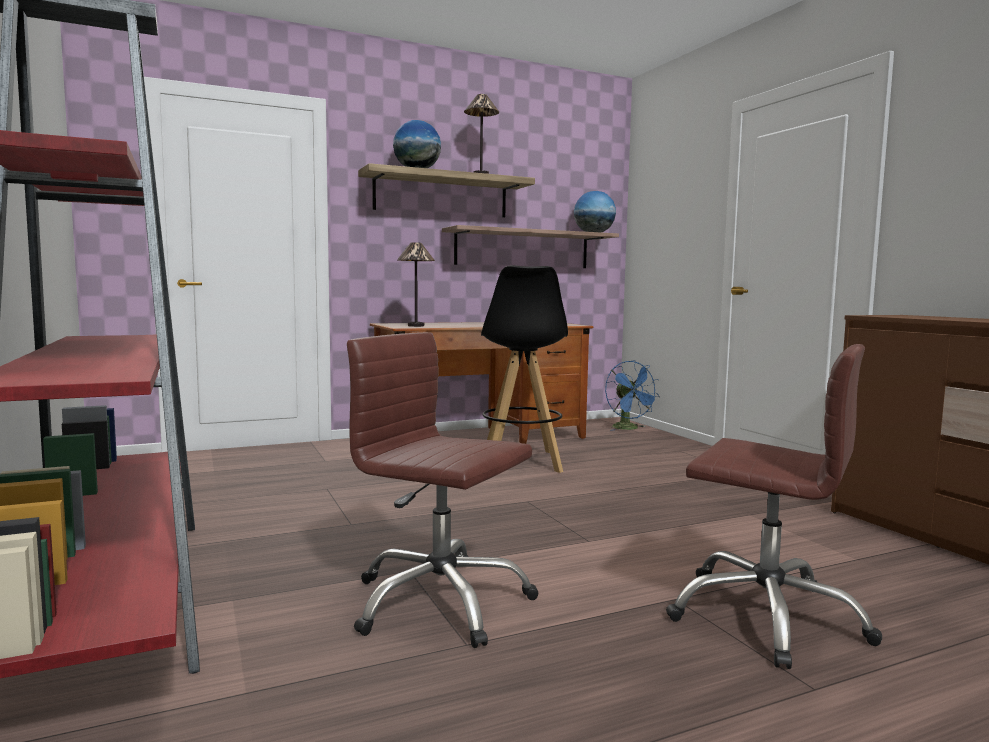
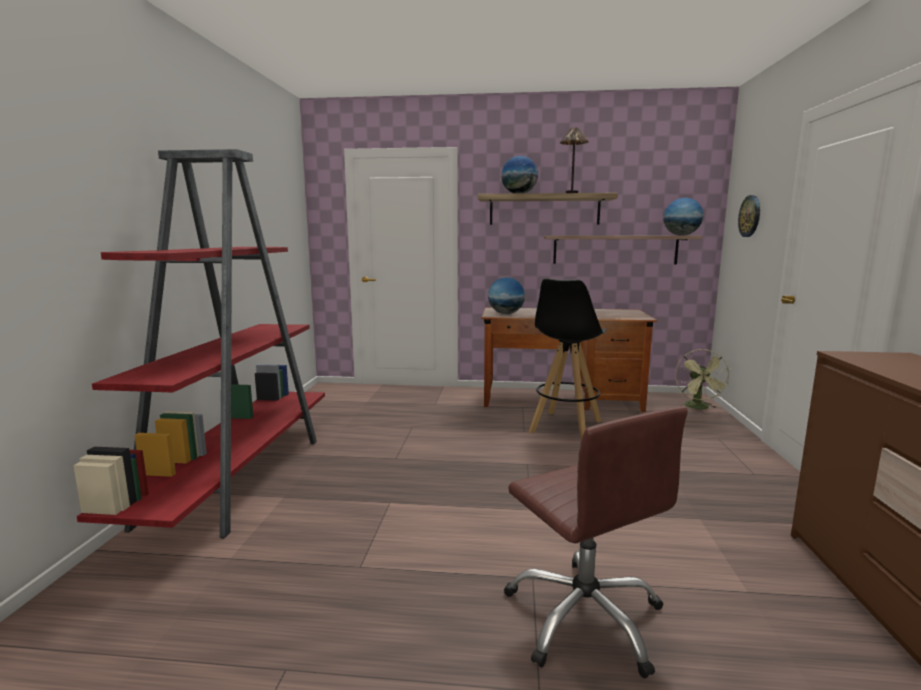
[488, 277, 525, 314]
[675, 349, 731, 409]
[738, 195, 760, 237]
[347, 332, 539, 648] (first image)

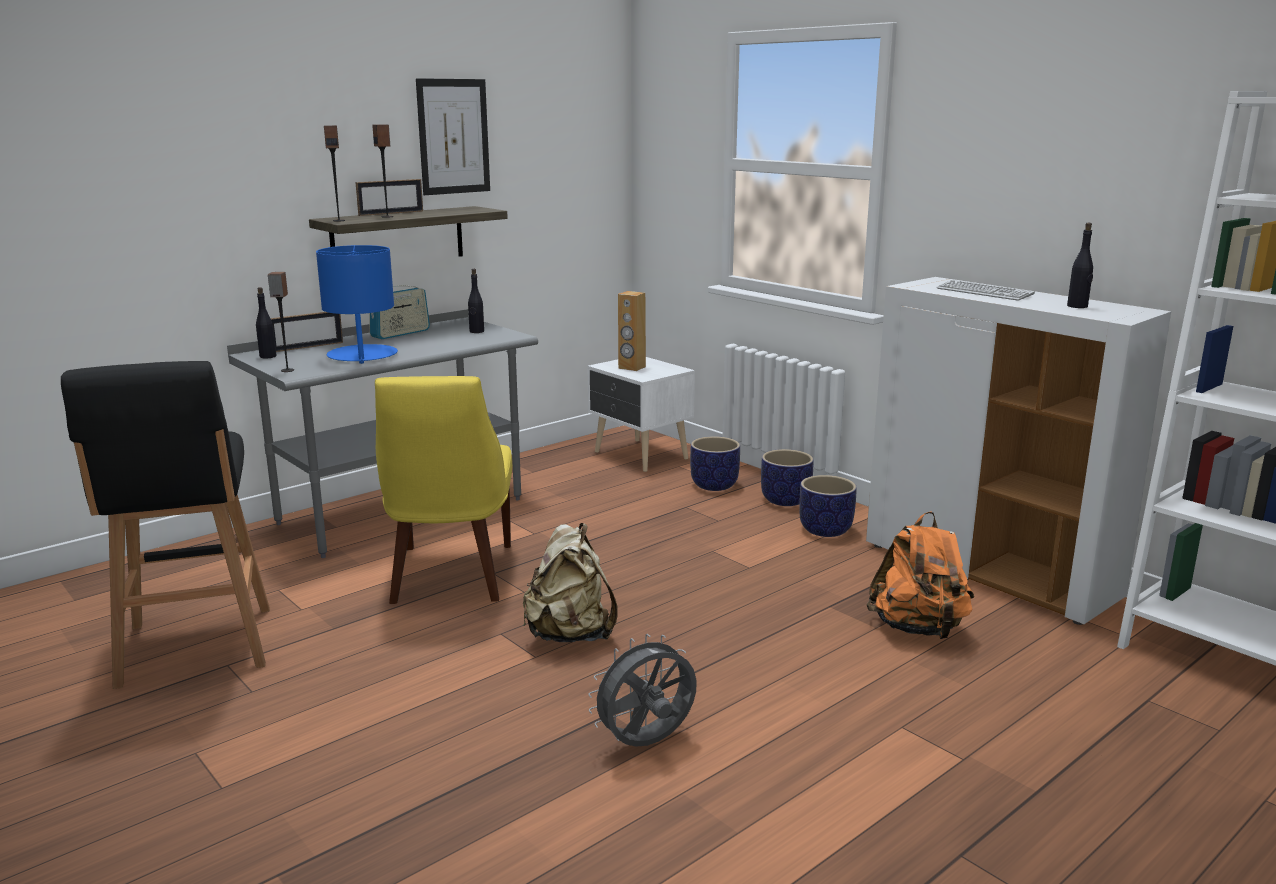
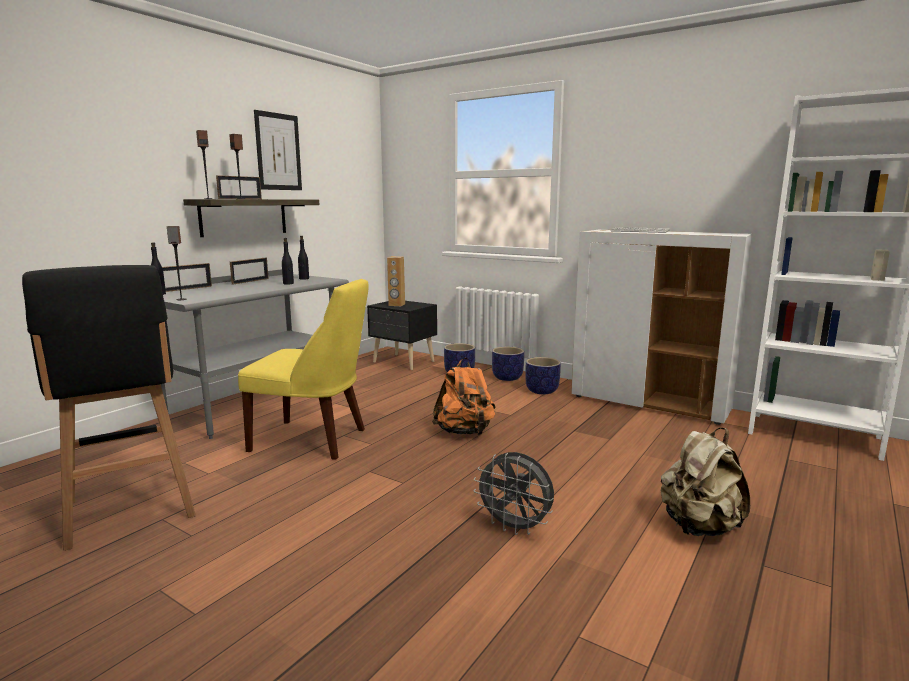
[230, 258, 269, 285]
[238, 279, 369, 460]
[282, 238, 294, 285]
[367, 301, 437, 370]
[432, 358, 496, 435]
[474, 452, 554, 535]
[661, 428, 750, 536]
[316, 245, 398, 364] (first image)

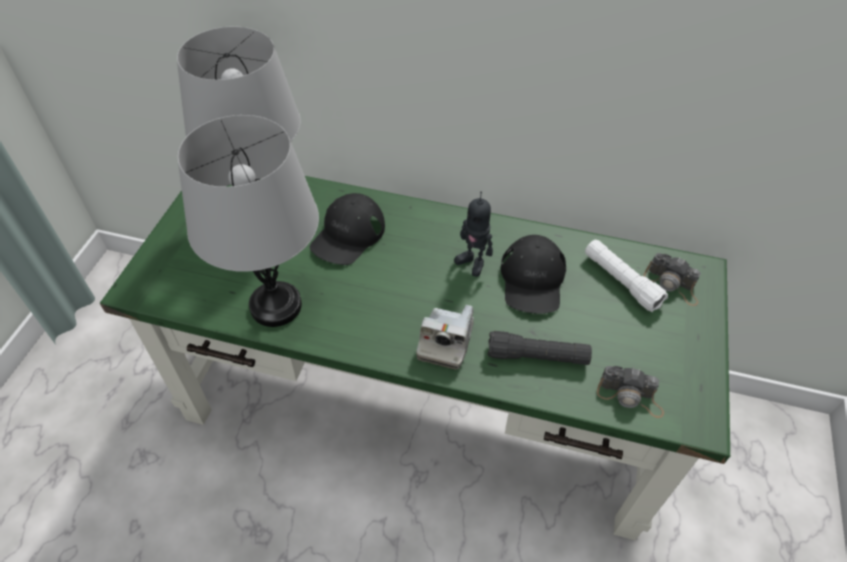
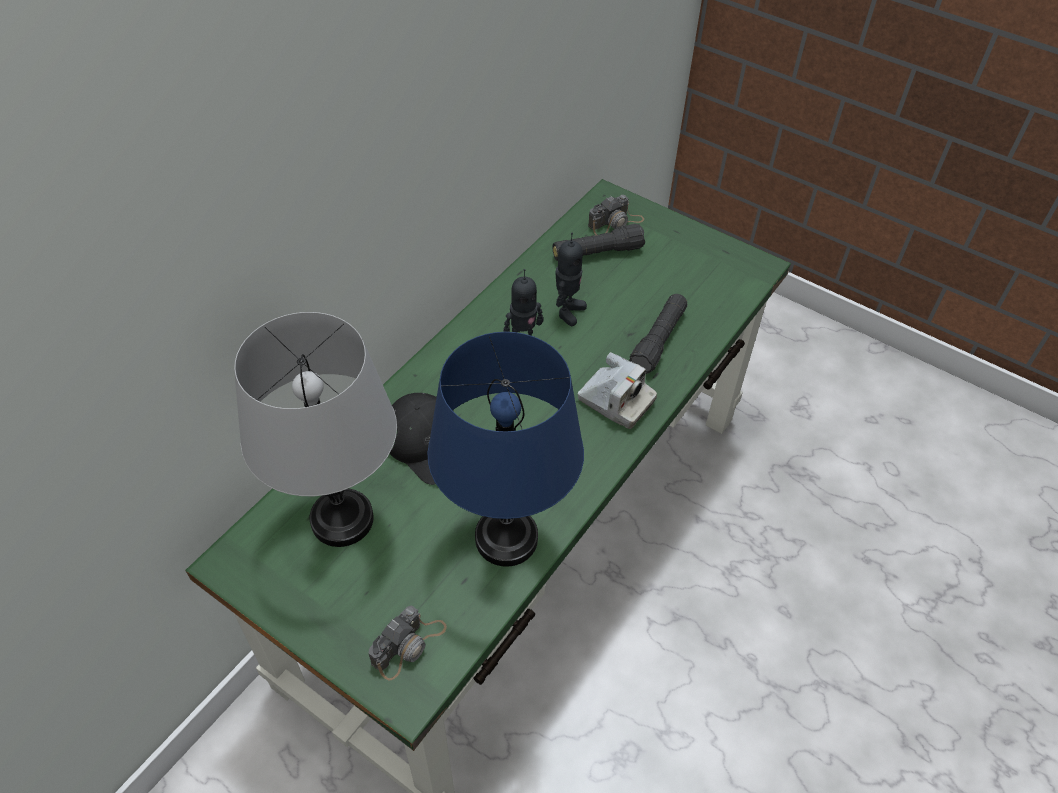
[368, 605, 447, 680]
[428, 332, 584, 567]
[552, 224, 645, 261]
[556, 233, 587, 326]

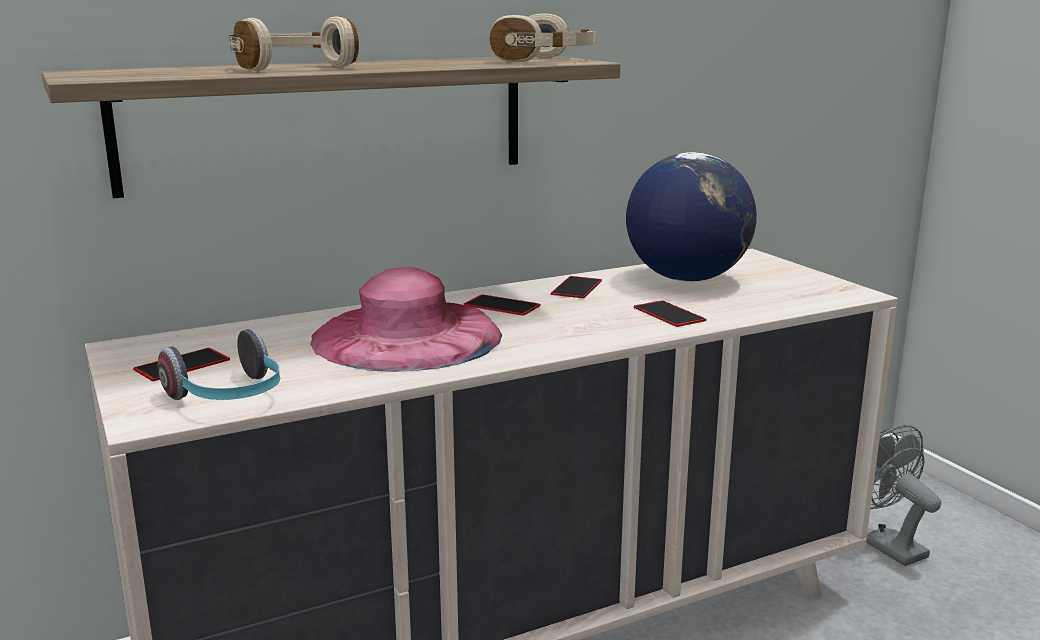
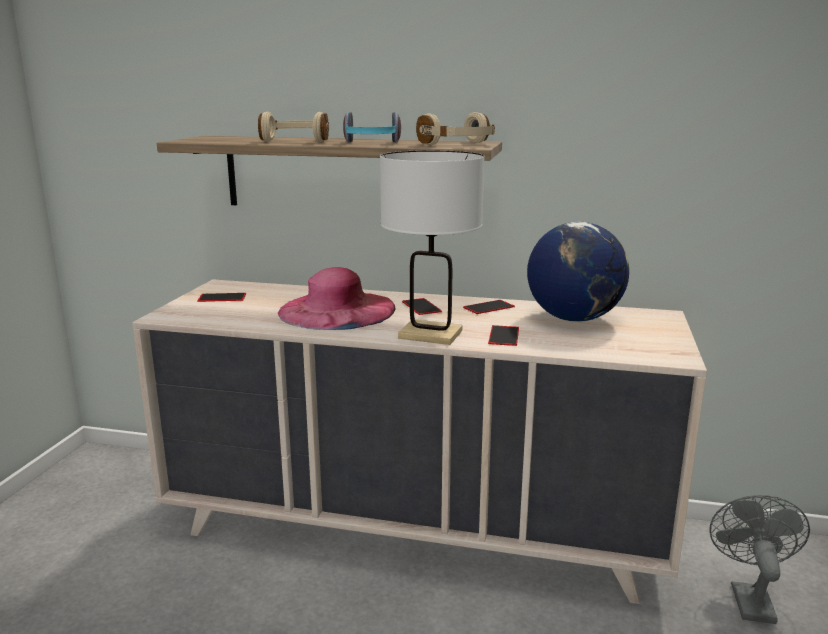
[343, 112, 401, 143]
[380, 150, 485, 345]

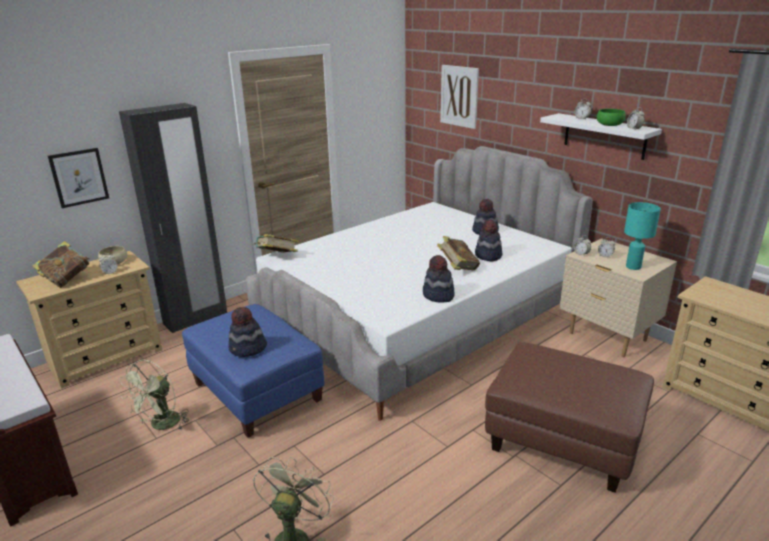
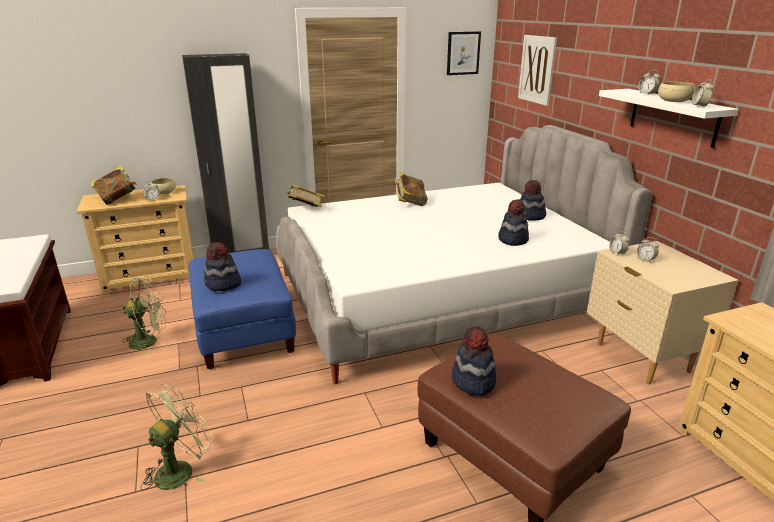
[122, 276, 166, 354]
[395, 172, 427, 206]
[447, 31, 481, 75]
[452, 326, 496, 396]
[658, 82, 695, 102]
[624, 202, 661, 270] (first image)

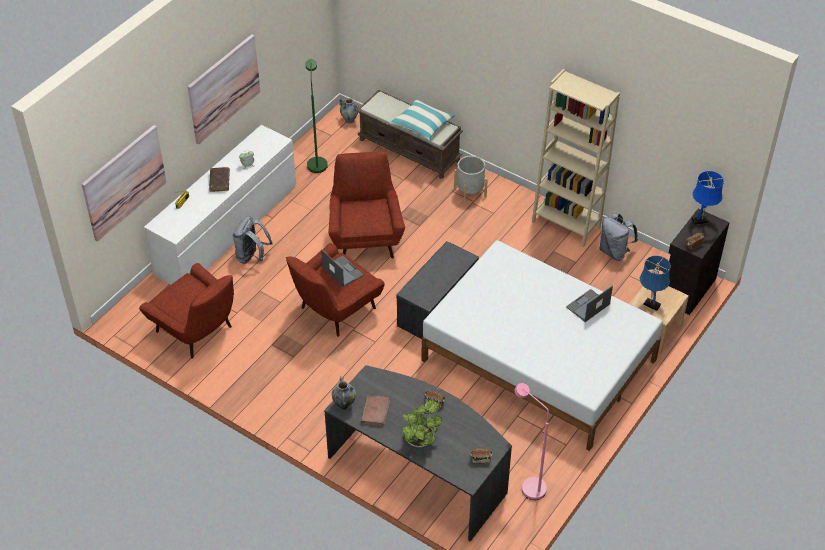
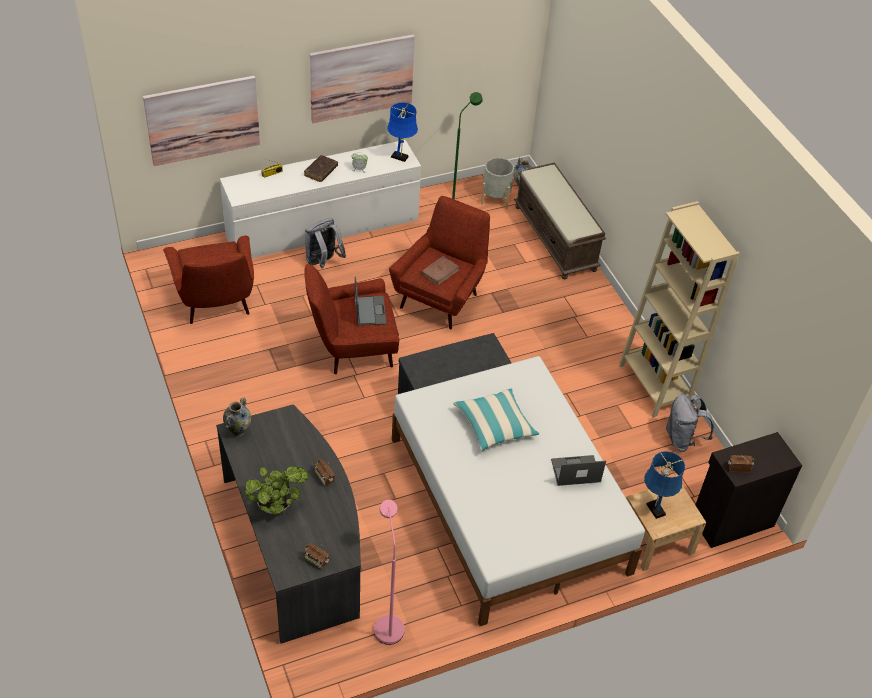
[387, 102, 418, 162]
[421, 256, 459, 286]
[453, 388, 539, 451]
[481, 157, 514, 209]

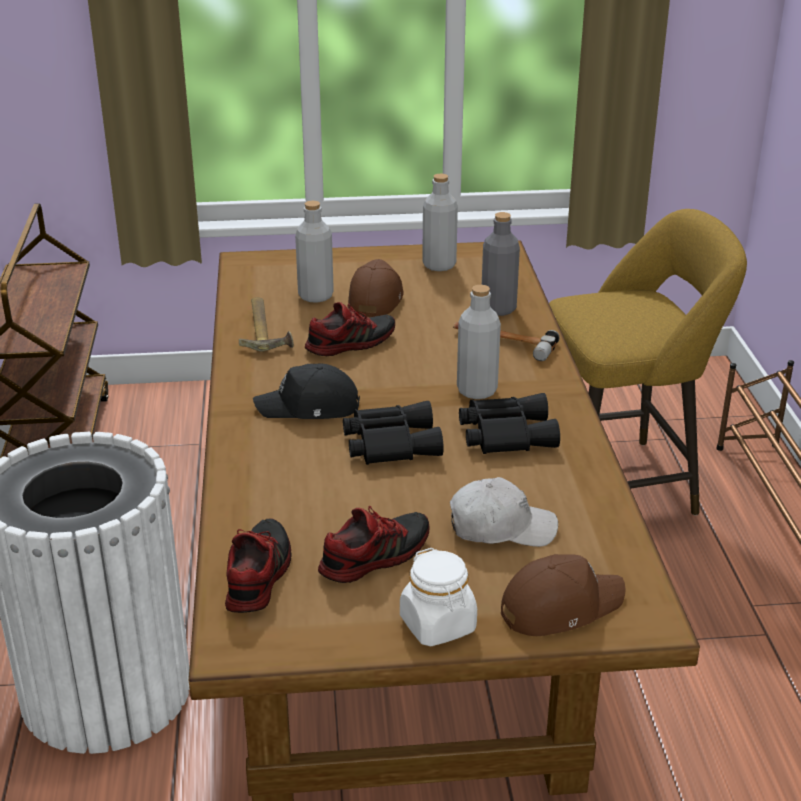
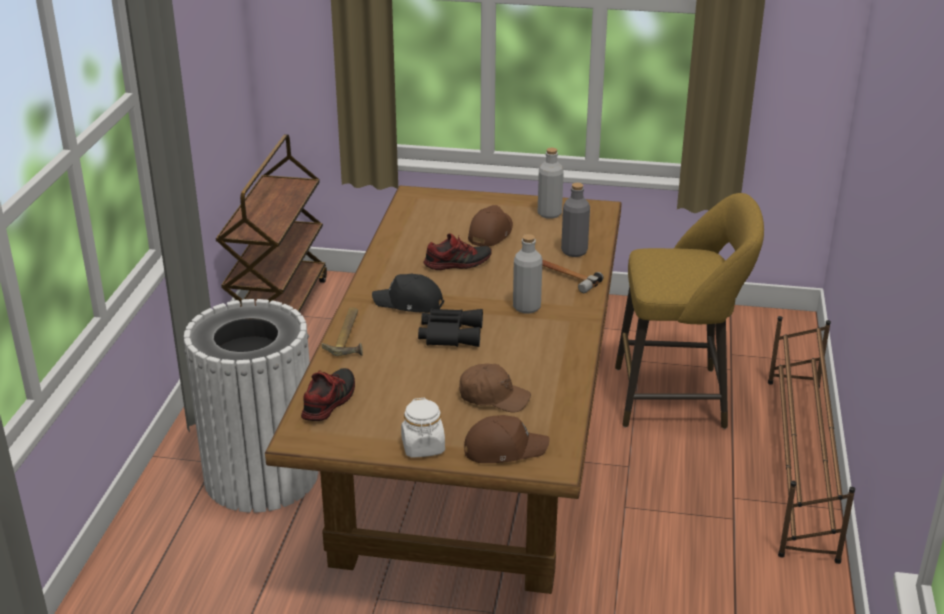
[322, 308, 363, 356]
[459, 363, 531, 413]
[295, 201, 334, 303] (first image)
[318, 506, 430, 583] (first image)
[459, 393, 560, 454] (first image)

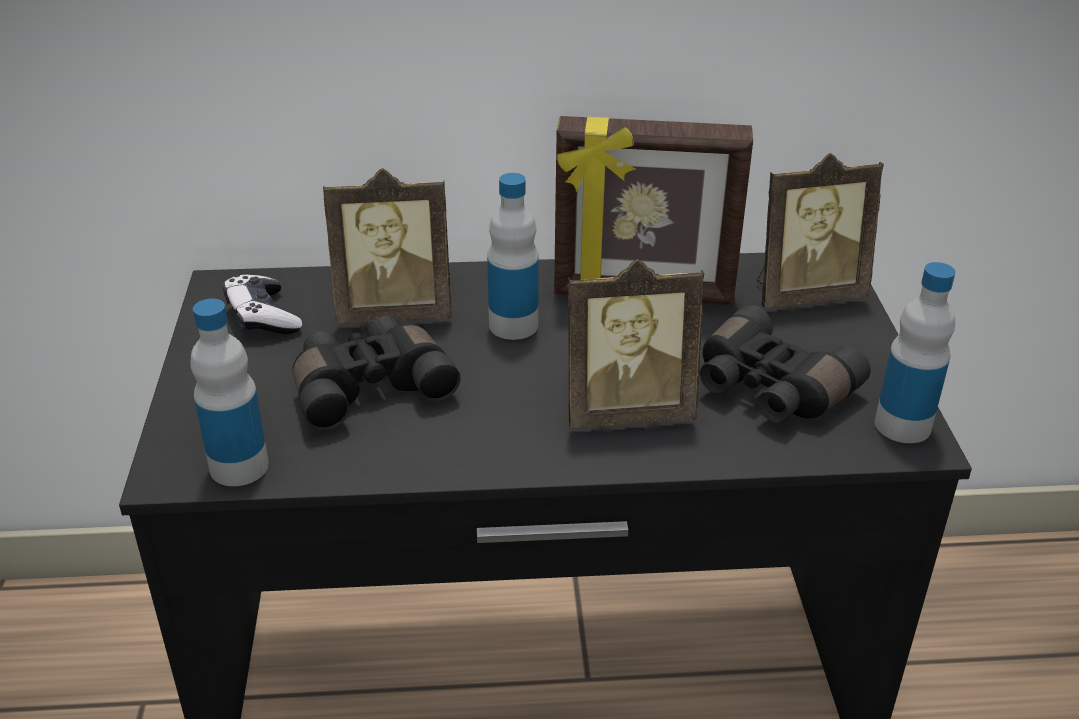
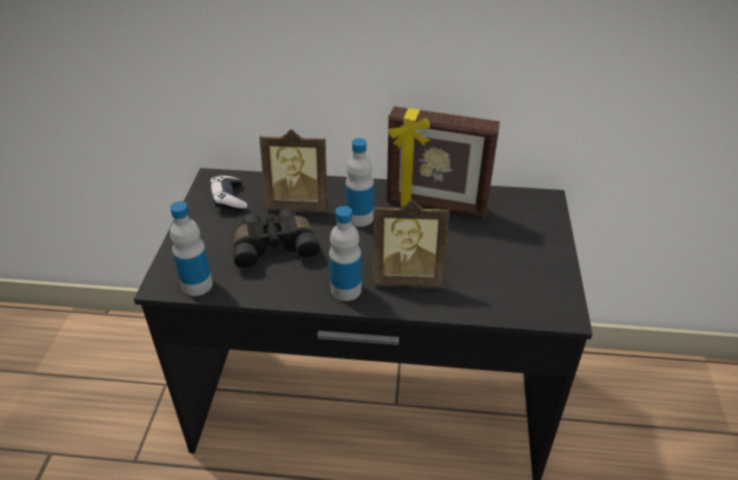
[329, 206, 361, 301]
[700, 305, 871, 423] (first image)
[757, 153, 884, 308] (first image)

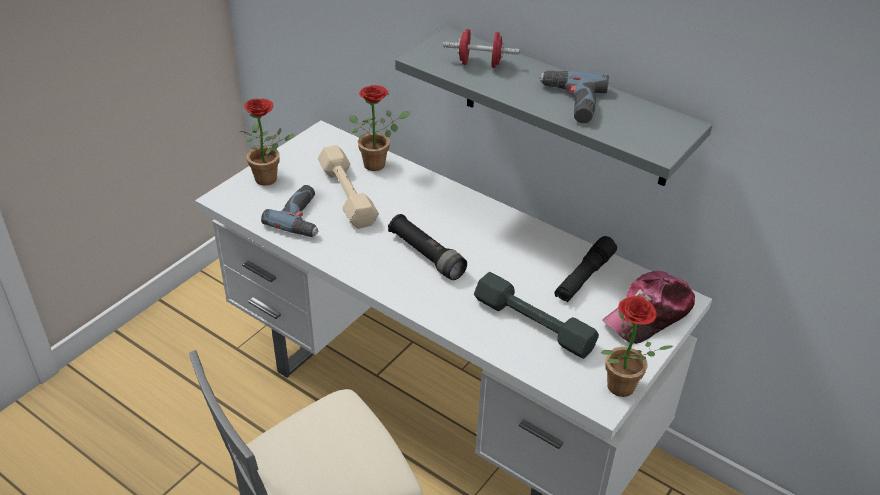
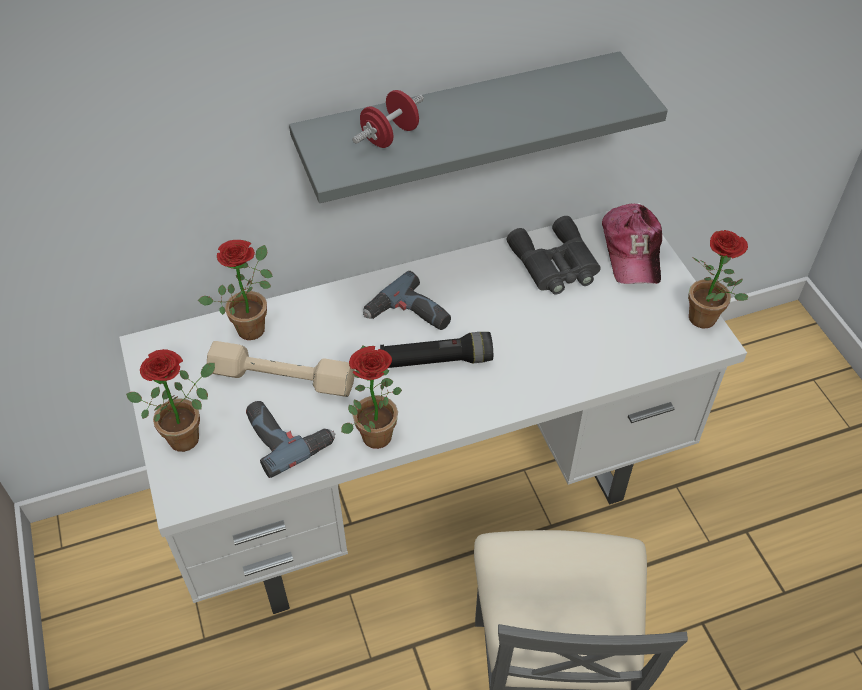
[341, 345, 402, 449]
[363, 271, 451, 330]
[507, 216, 601, 295]
[474, 272, 599, 359] (first image)

